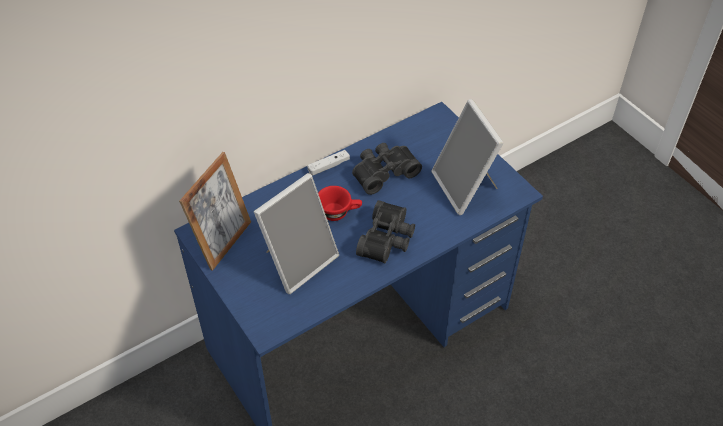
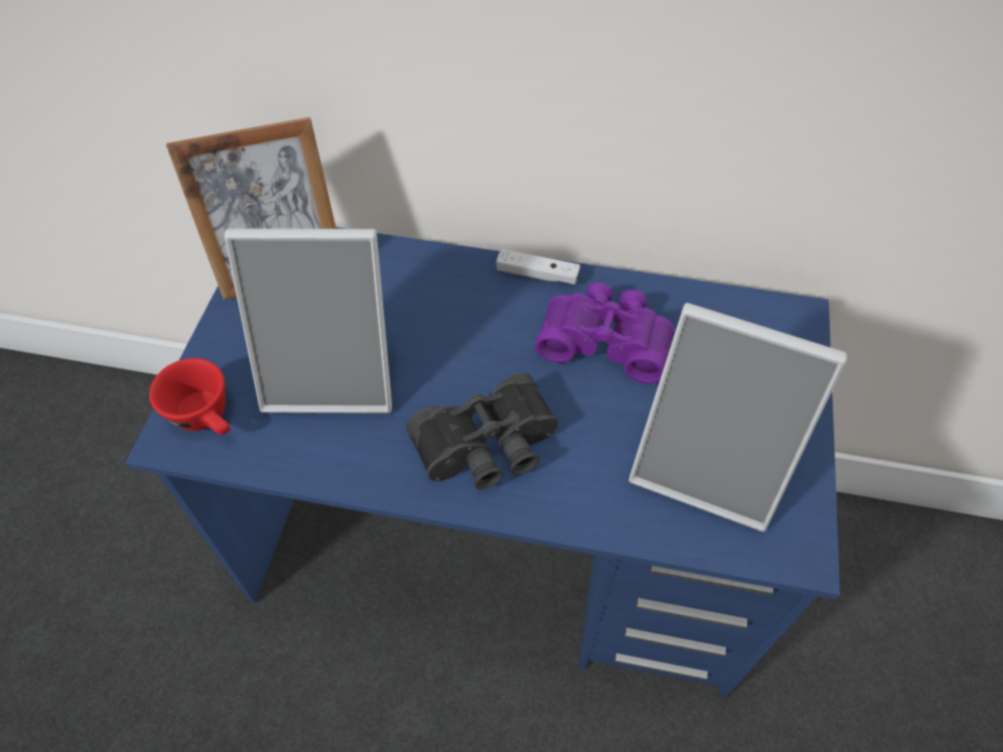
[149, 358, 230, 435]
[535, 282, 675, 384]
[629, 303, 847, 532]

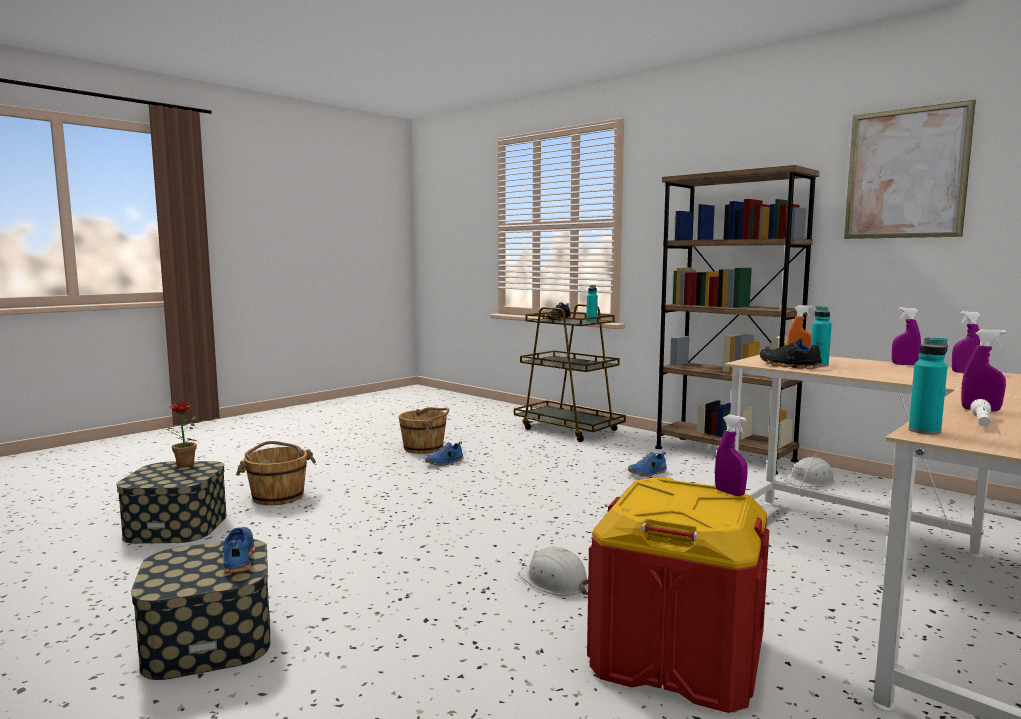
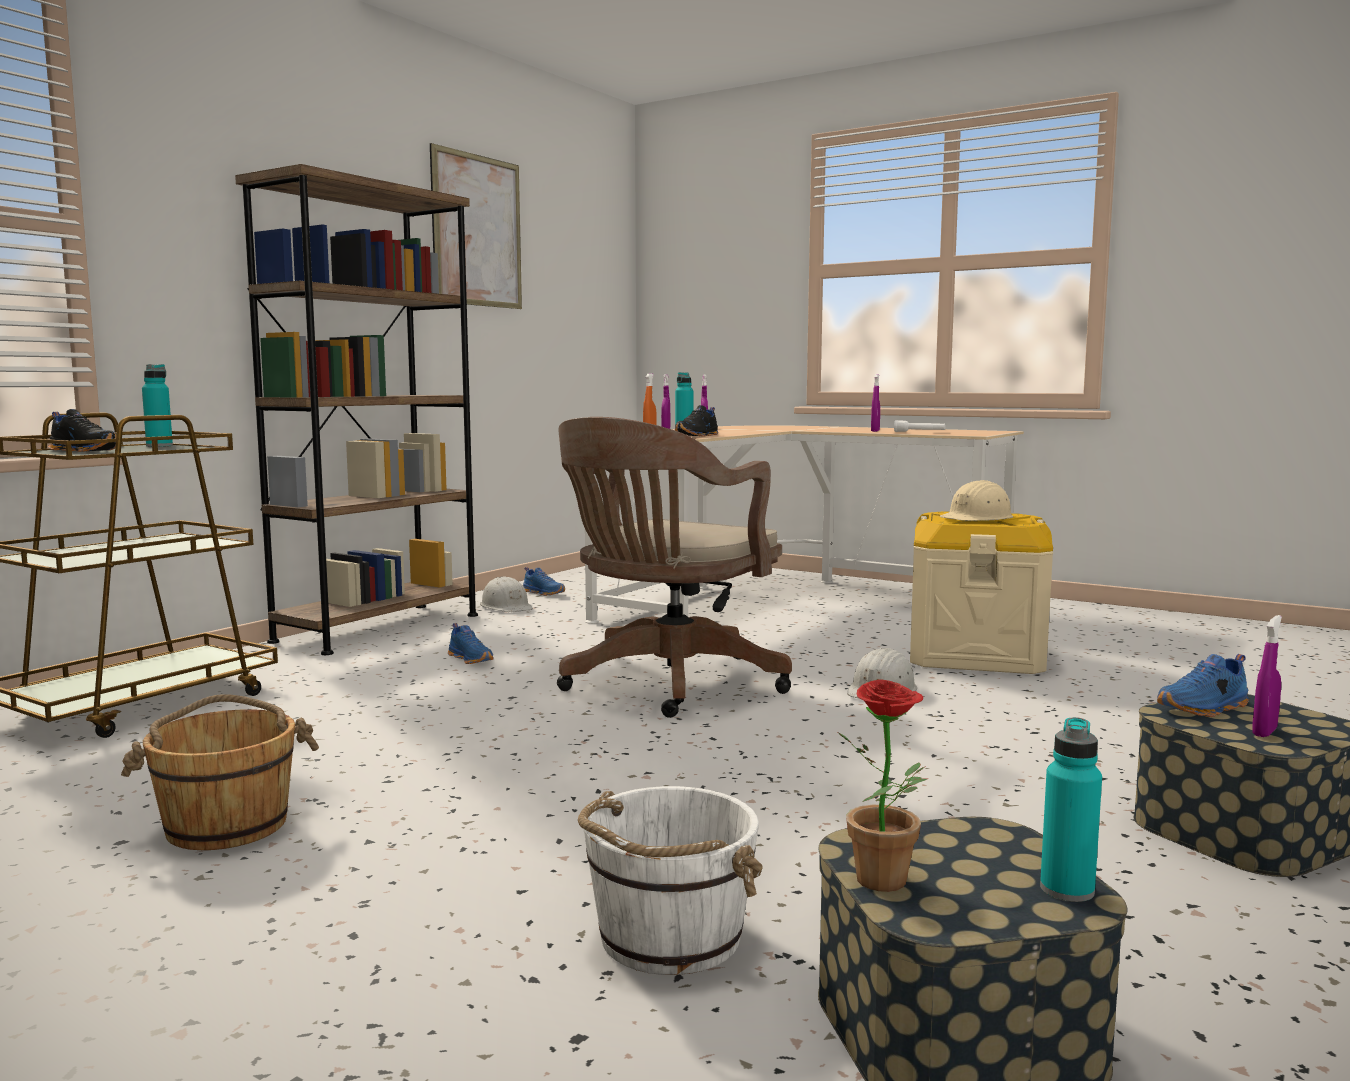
[523, 567, 565, 596]
[557, 417, 792, 718]
[578, 786, 763, 975]
[910, 511, 1053, 674]
[940, 480, 1013, 521]
[1040, 717, 1102, 902]
[1252, 615, 1282, 737]

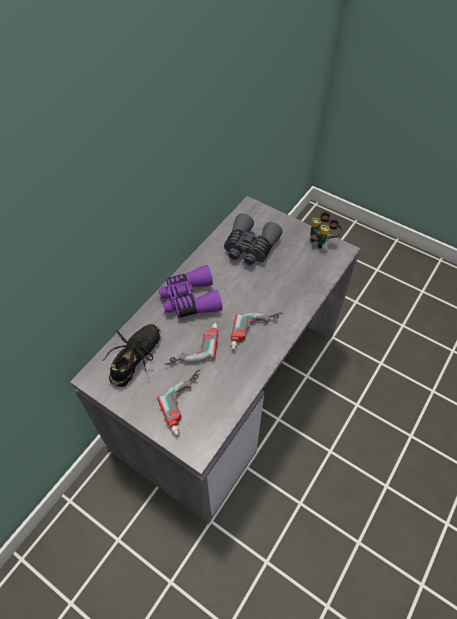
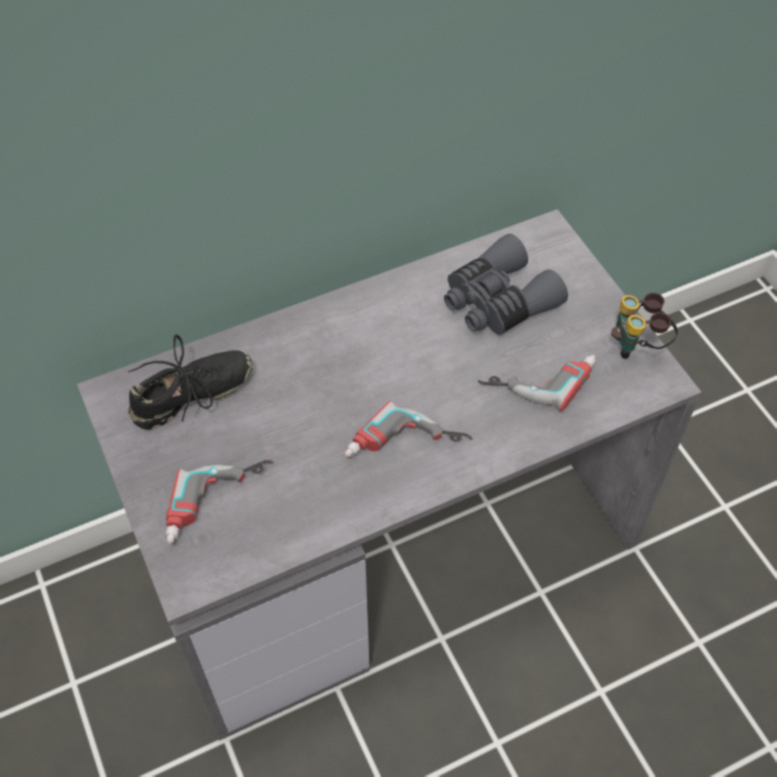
[478, 355, 596, 411]
[159, 265, 223, 318] (first image)

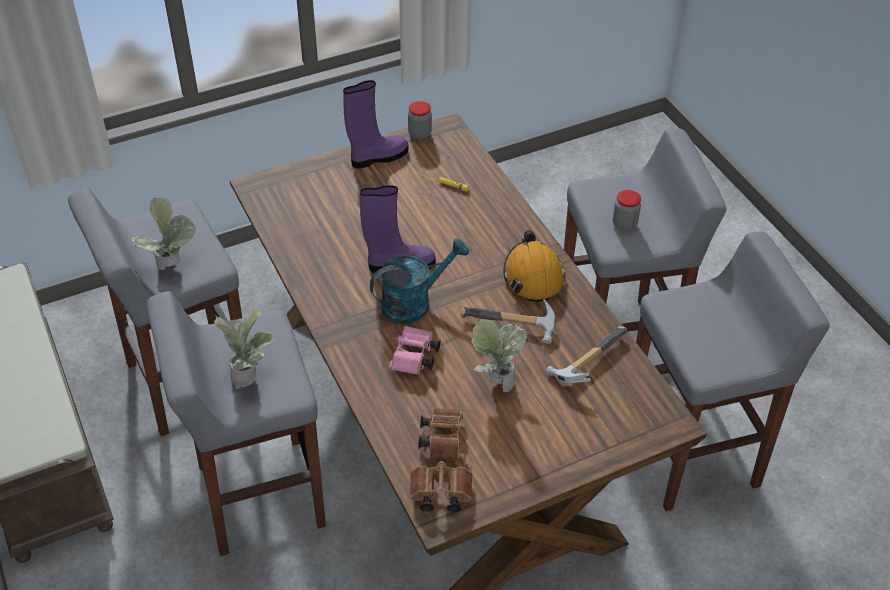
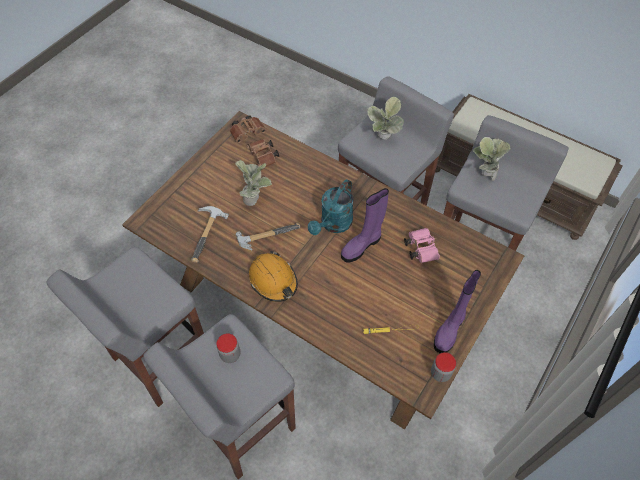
[404, 228, 440, 263]

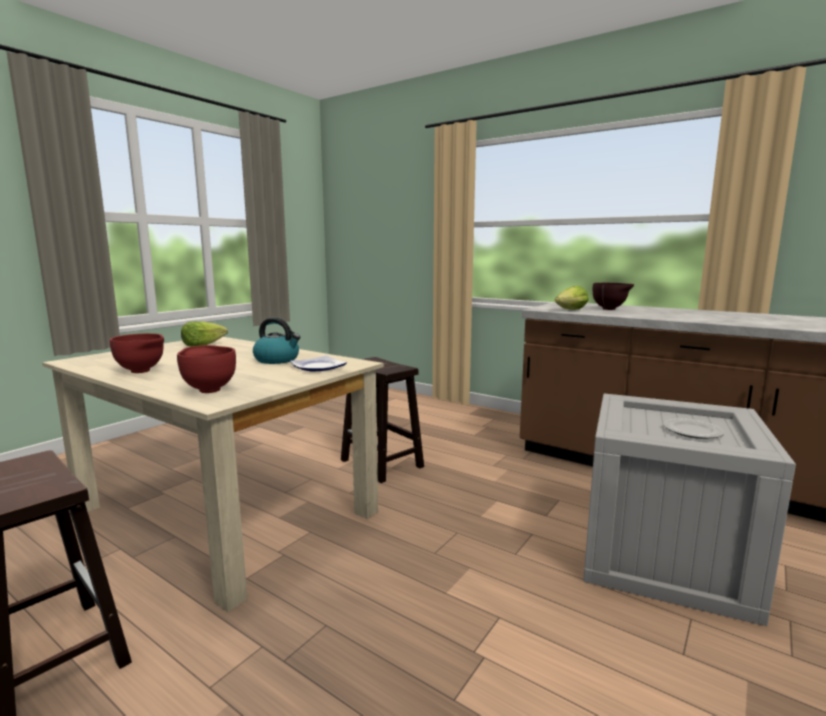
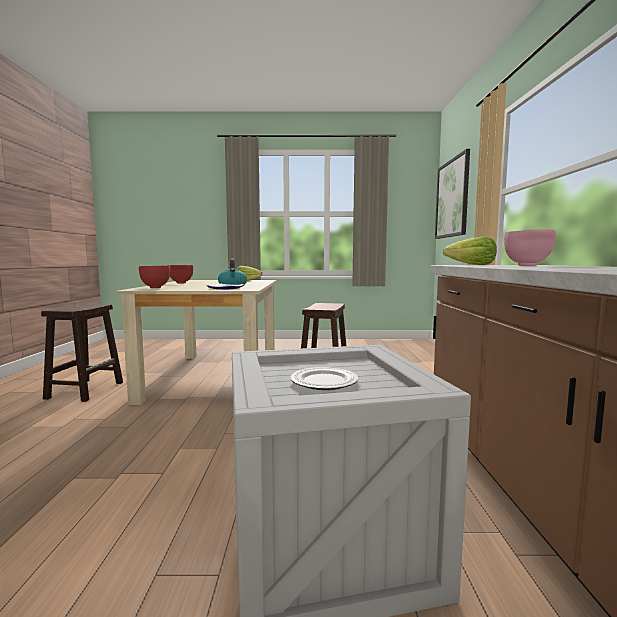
[435, 149, 470, 239]
[504, 229, 556, 266]

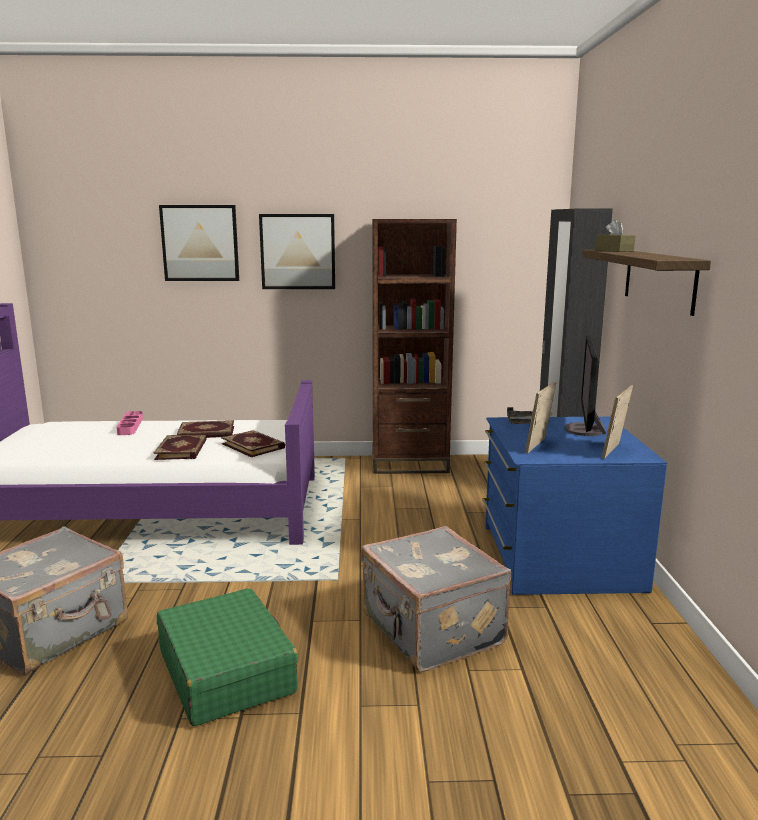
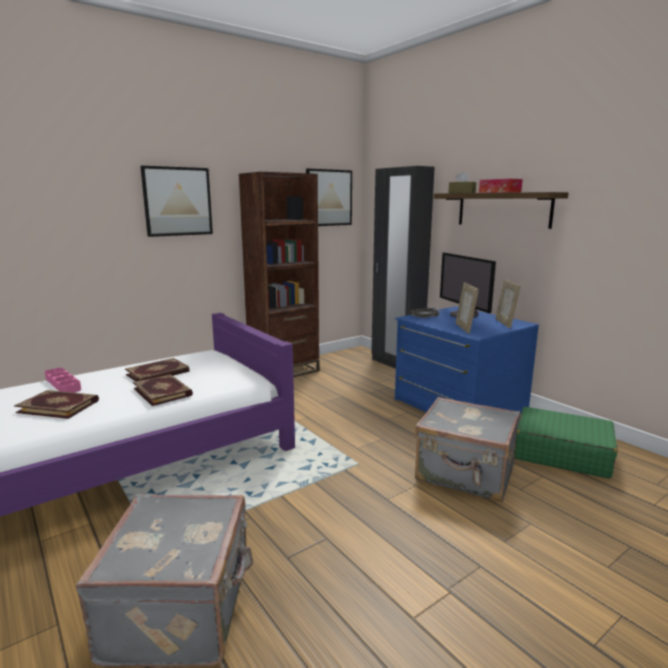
[14, 390, 99, 419]
[306, 169, 352, 226]
[479, 179, 523, 193]
[515, 407, 617, 479]

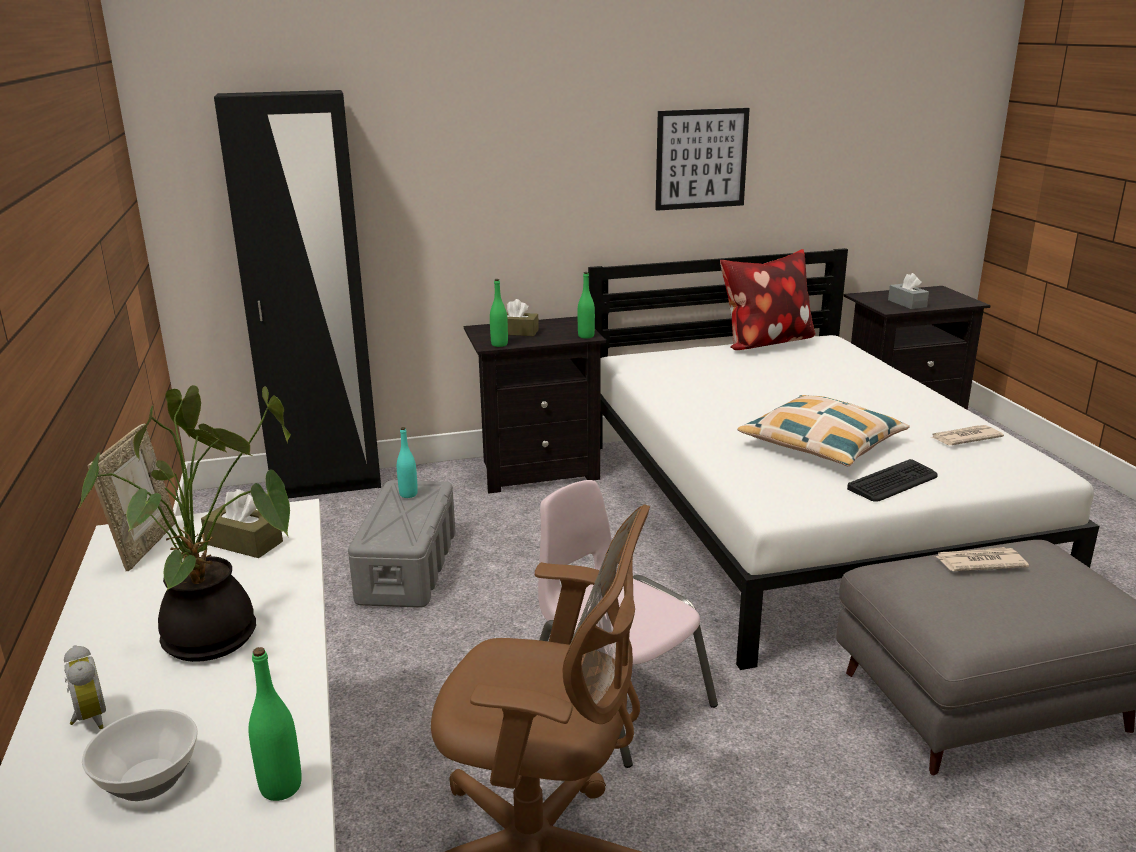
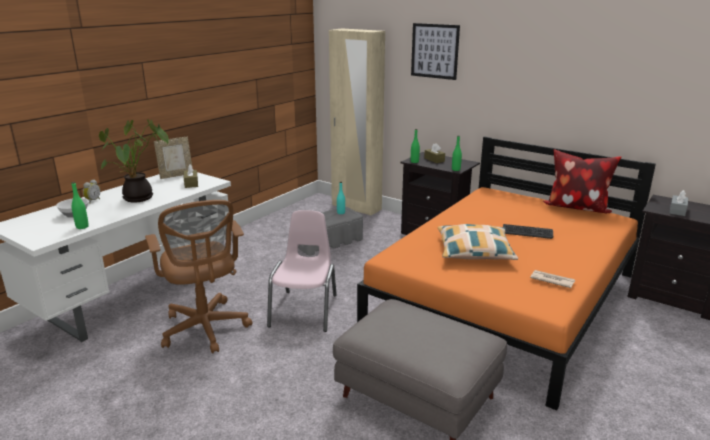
[329, 28, 385, 216]
[357, 136, 656, 410]
[411, 23, 460, 80]
[503, 224, 553, 239]
[935, 547, 1029, 571] (first image)

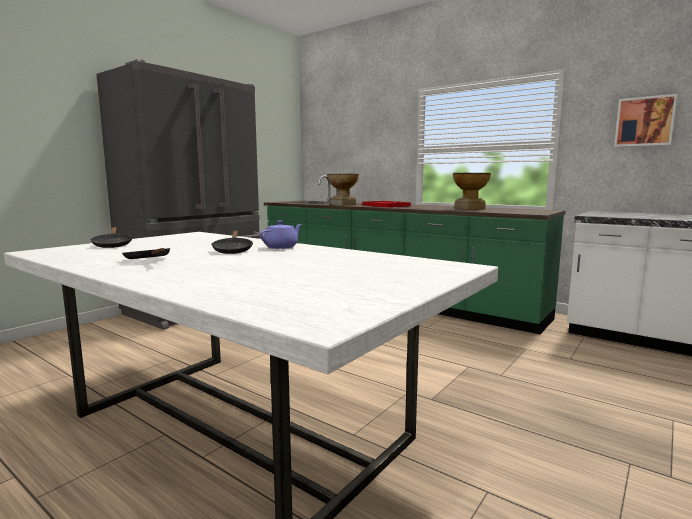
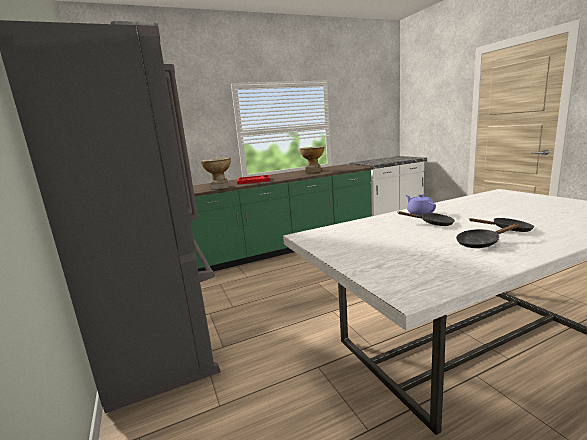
[469, 218, 534, 232]
[614, 94, 678, 147] (first image)

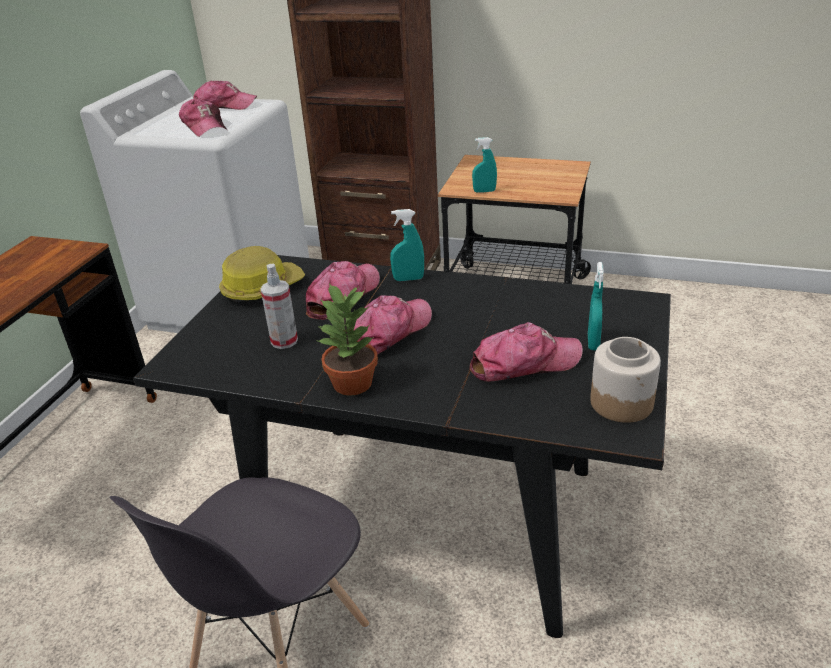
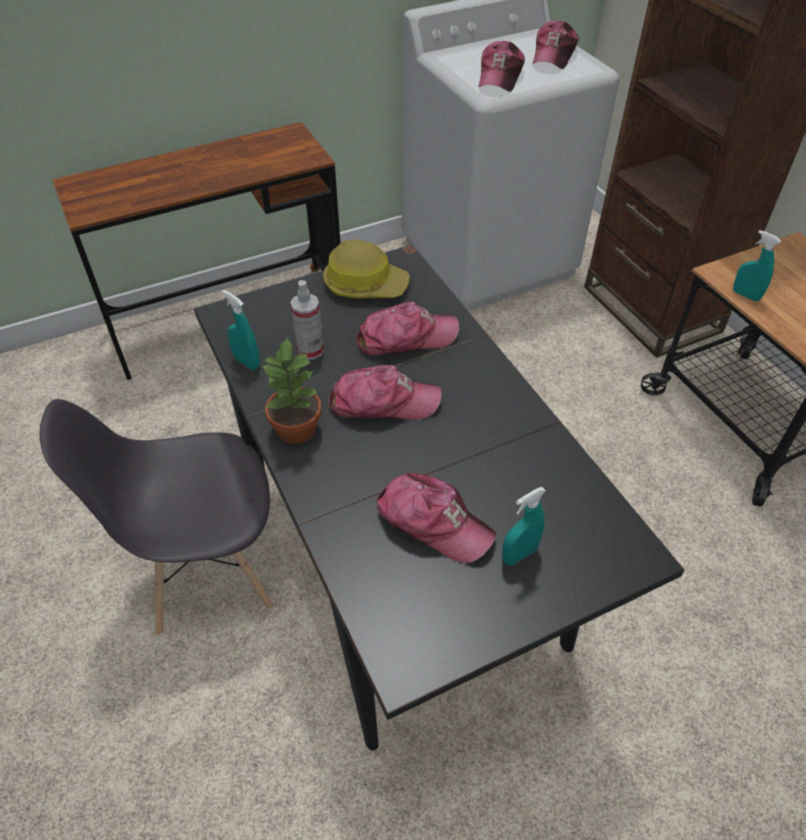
[222, 290, 260, 370]
[532, 20, 578, 69]
[590, 337, 661, 423] (first image)

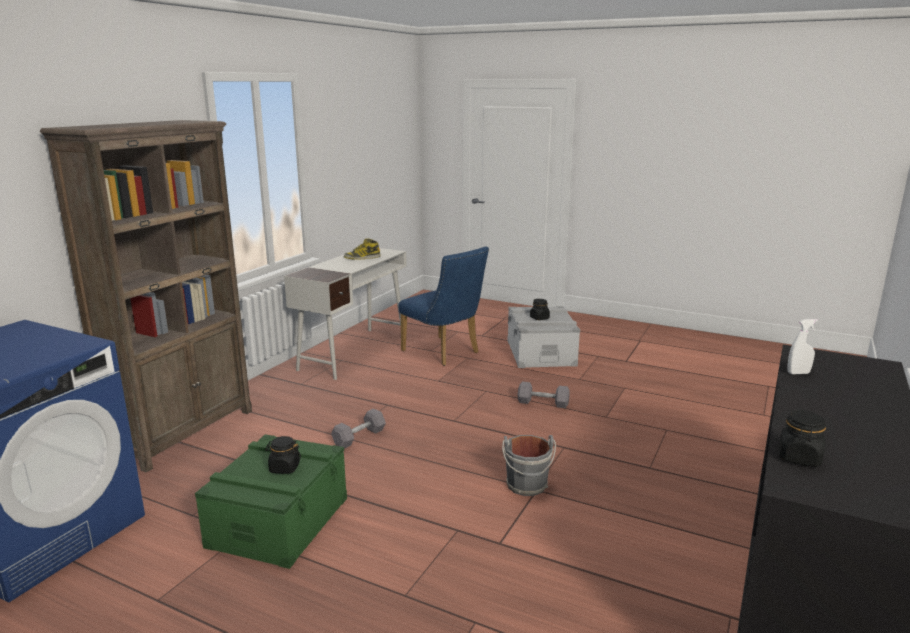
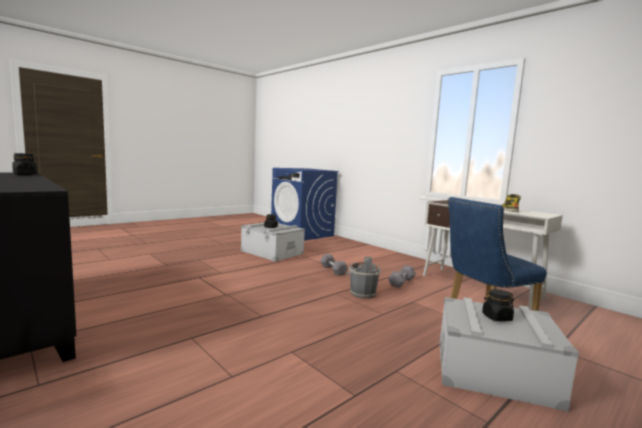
[241, 222, 305, 262]
[346, 256, 380, 298]
[388, 265, 416, 288]
[40, 120, 252, 473] (first image)
[787, 319, 818, 374] (first image)

